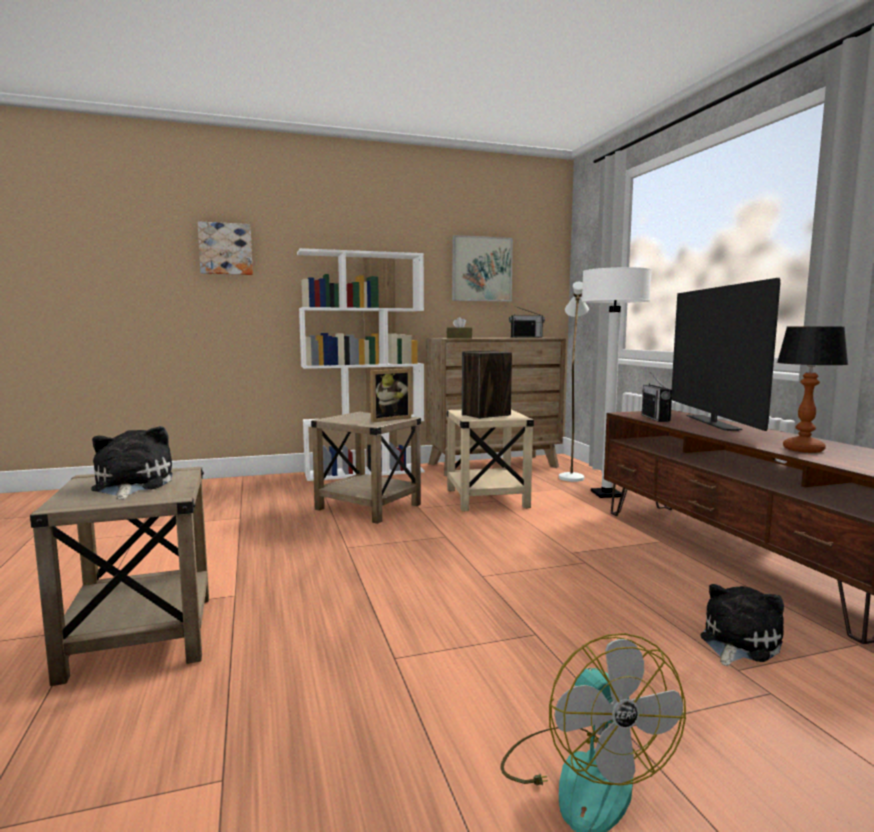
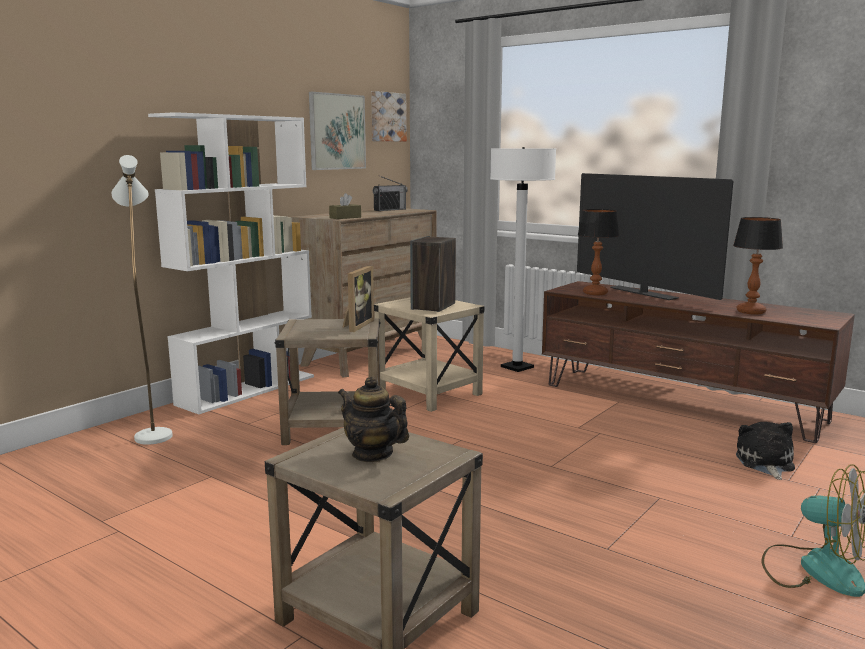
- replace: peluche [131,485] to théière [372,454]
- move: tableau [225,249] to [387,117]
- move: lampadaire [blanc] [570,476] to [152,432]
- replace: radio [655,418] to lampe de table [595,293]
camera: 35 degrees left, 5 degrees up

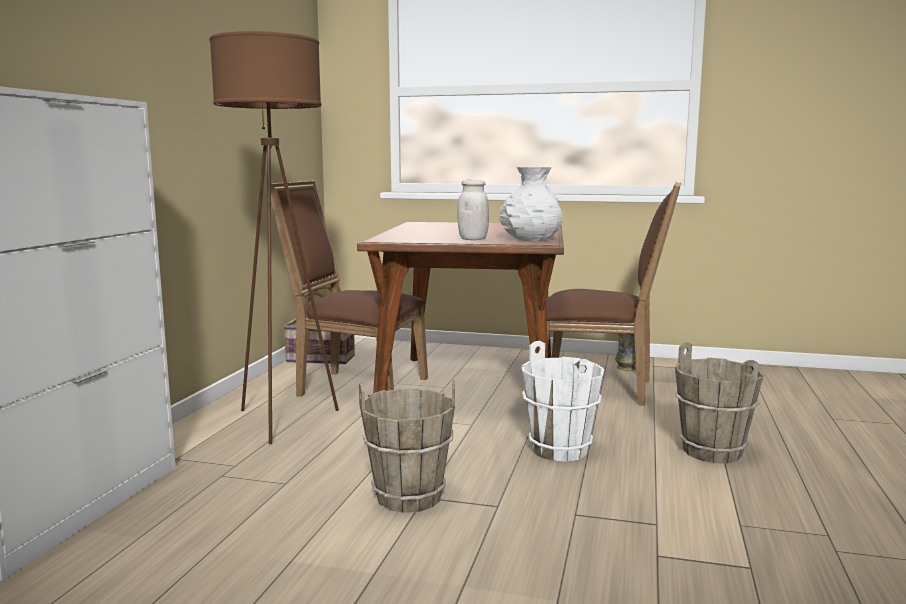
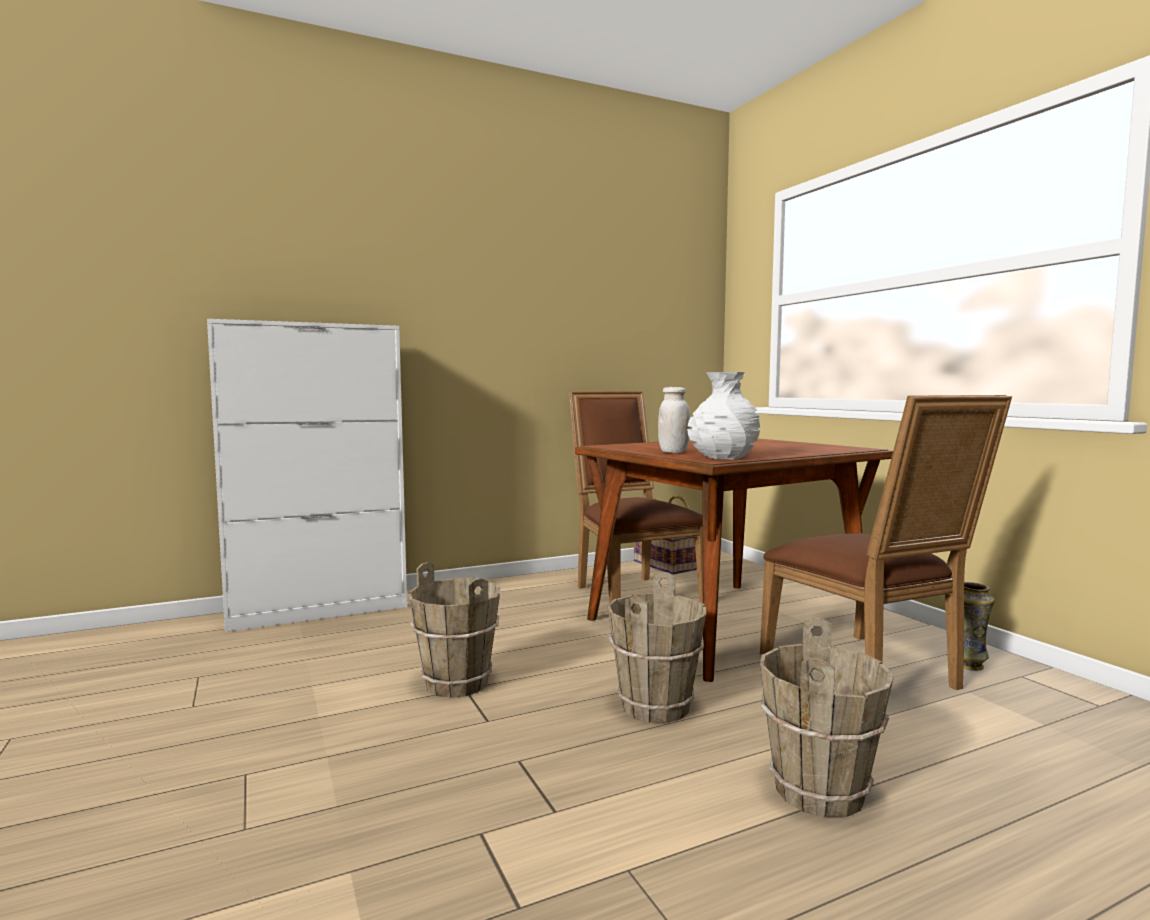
- delete: lampadaire [marron] [283,421]
- recolor: seau [blanc] [560,450] to seau [marron] [656,707]
camera: 50 degrees right, 5 degrees down

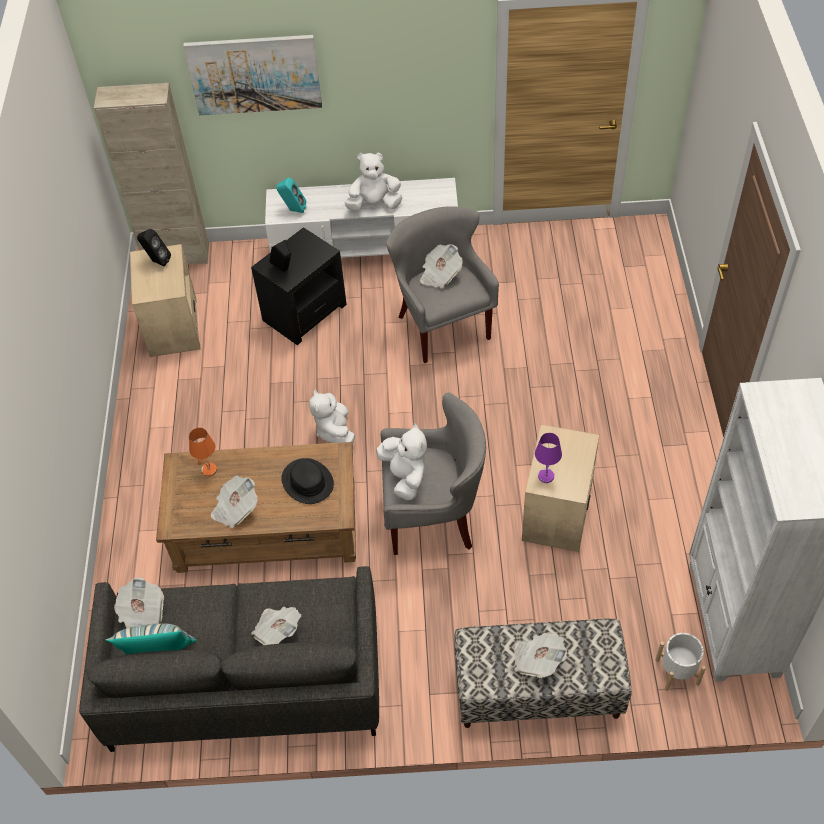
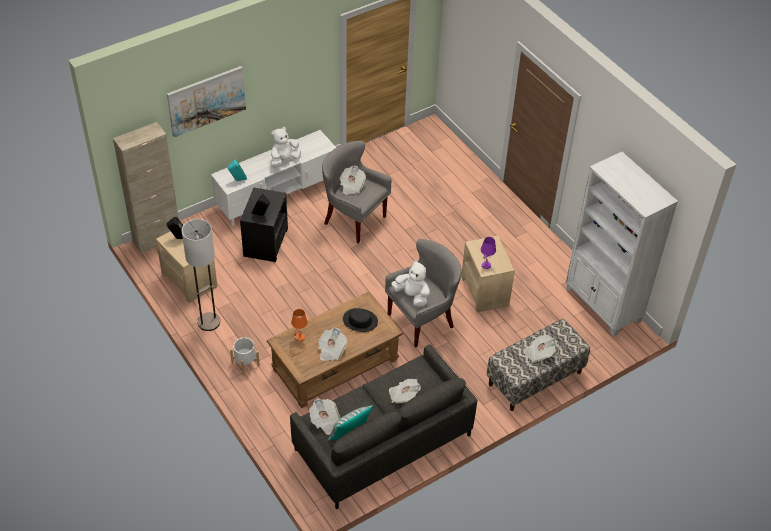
- delete: peluche [blanc] [335,431]
- move: cache-pot [blanc] [677,671] to [245,363]
- insert: lampadaire [209,322]
camera: 35 degrees left, 5 degrees down

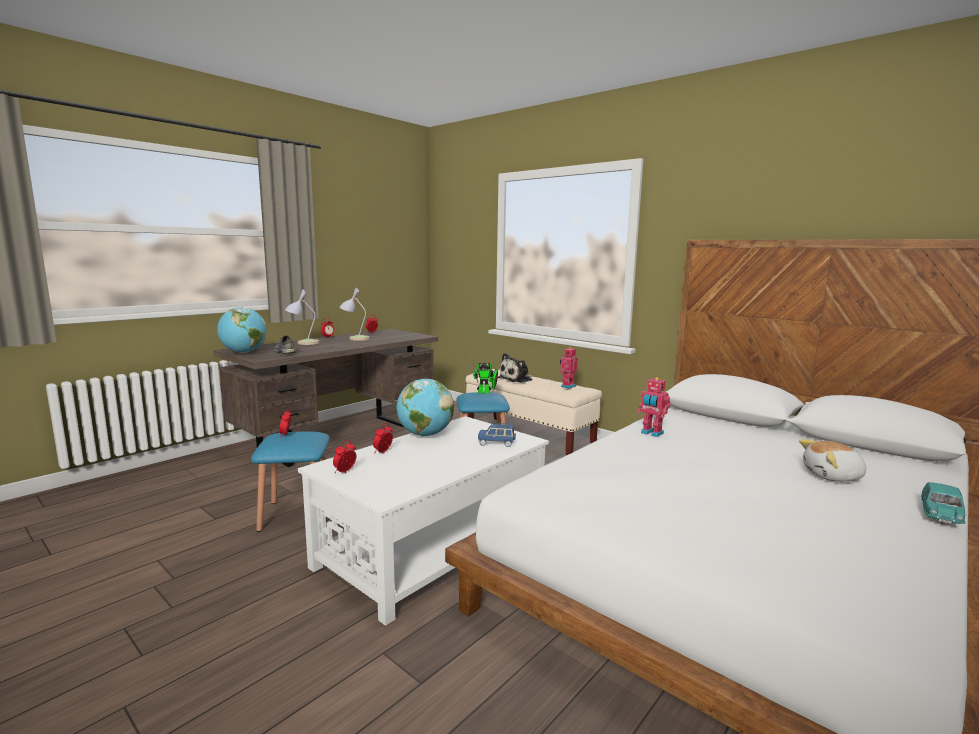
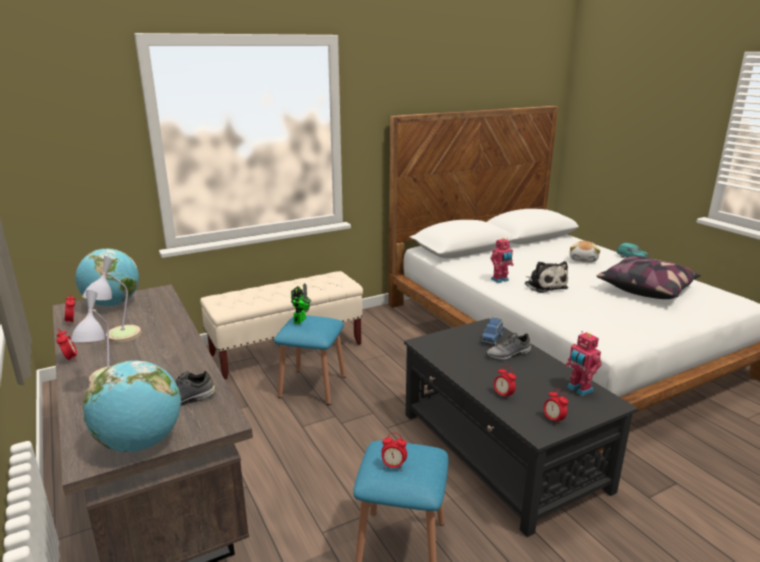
- recolor: table basse [blanc] [432,546] to table basse [noir] [501,451]
- move: globe [425,435] to [112,304]
- move: peluche [517,379] to [544,285]
- move: robot jouet [567,386] to [579,389]
- insert: chaussure [gris] [508,355]
- insert: coussin [646,289]
camera: 70 degrees left, 10 degrees up

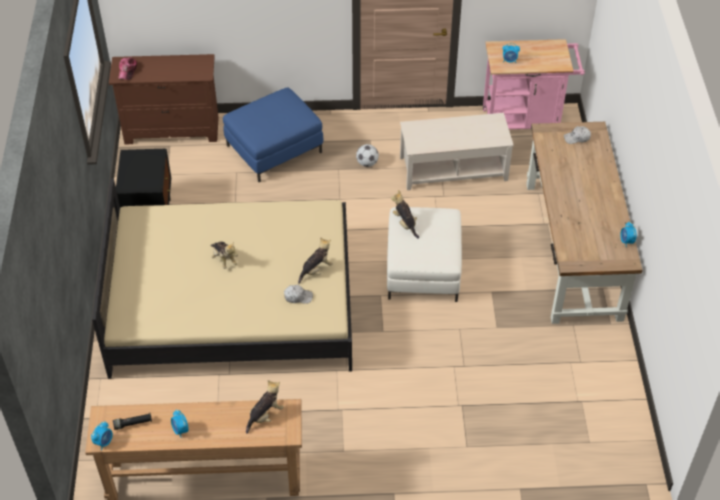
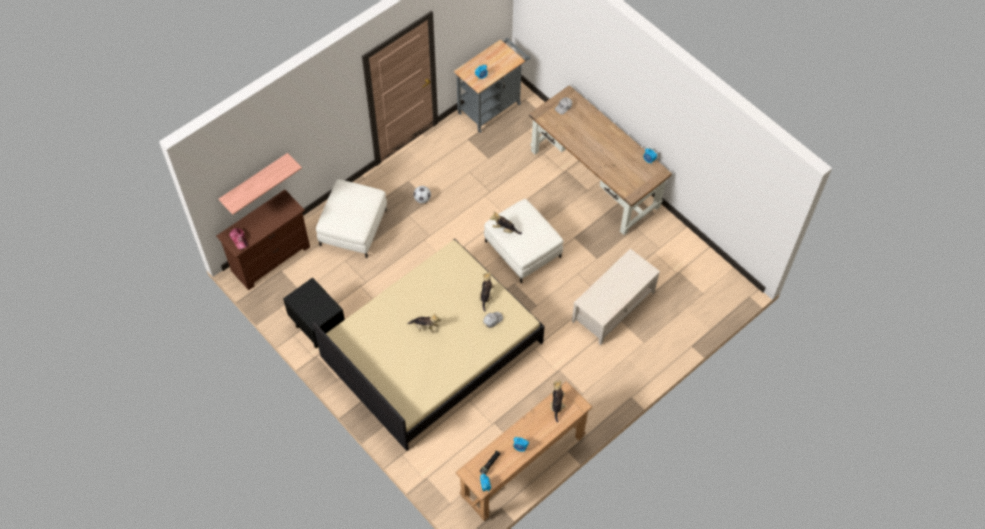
- recolor: pouf [bleu] [274,149] to pouf [blanc] [353,227]
- move: table basse [beige] [453,168] to [613,306]
- recolor: chariot [rose] [525,122] to chariot [gris] [492,106]
- insert: étagère [254,181]
camera: 40 degrees left, 10 degrees up

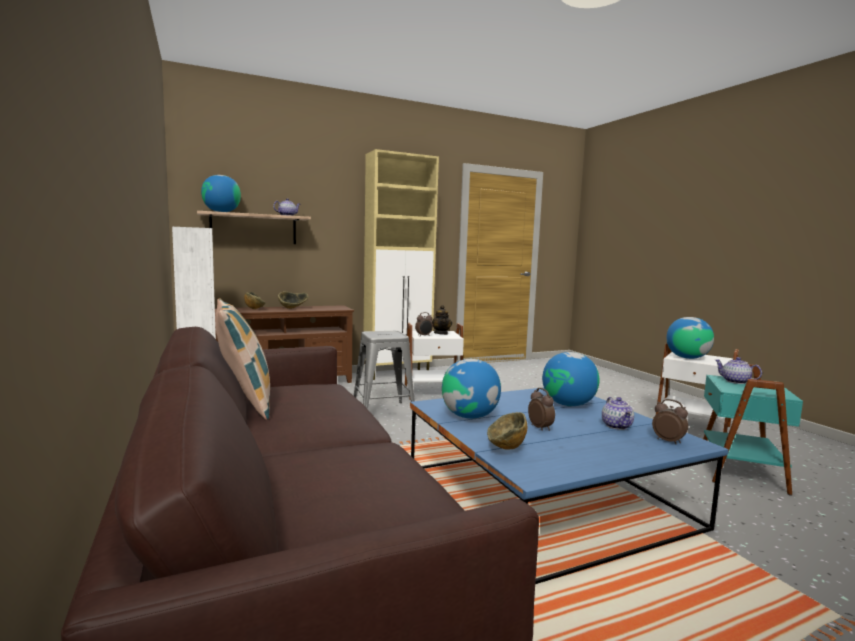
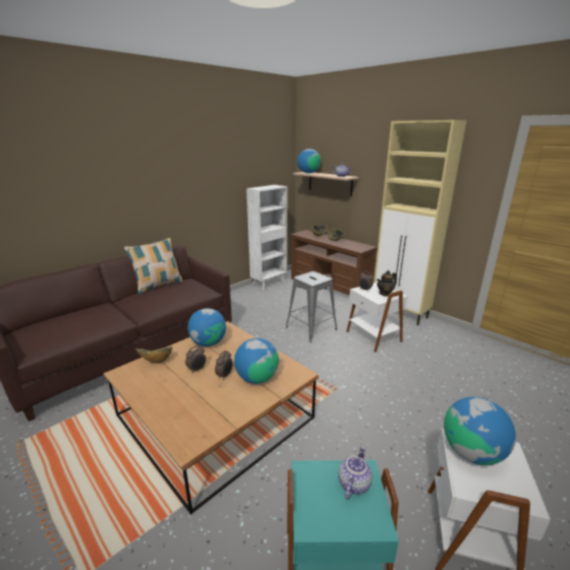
- recolor: table basse [bleu] [546,497] to table basse [marron] [215,416]
- delete: théière [617,426]
- move: réveil [668,441] to [225,375]
camera: 70 degrees right, 15 degrees up

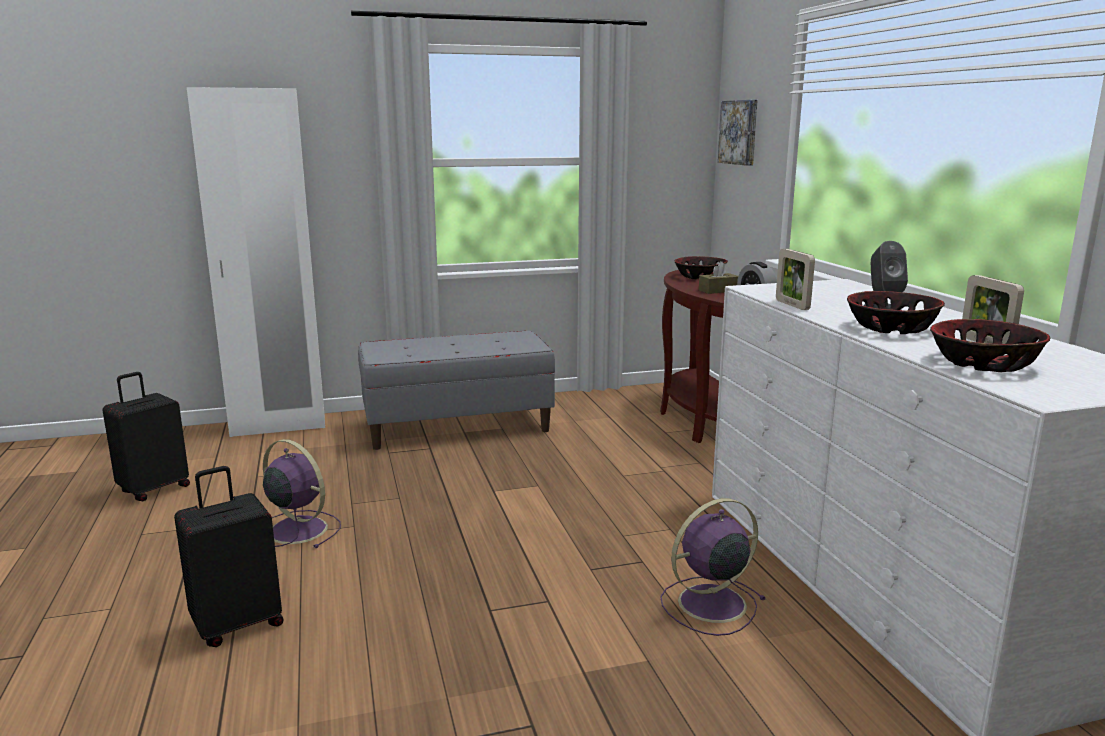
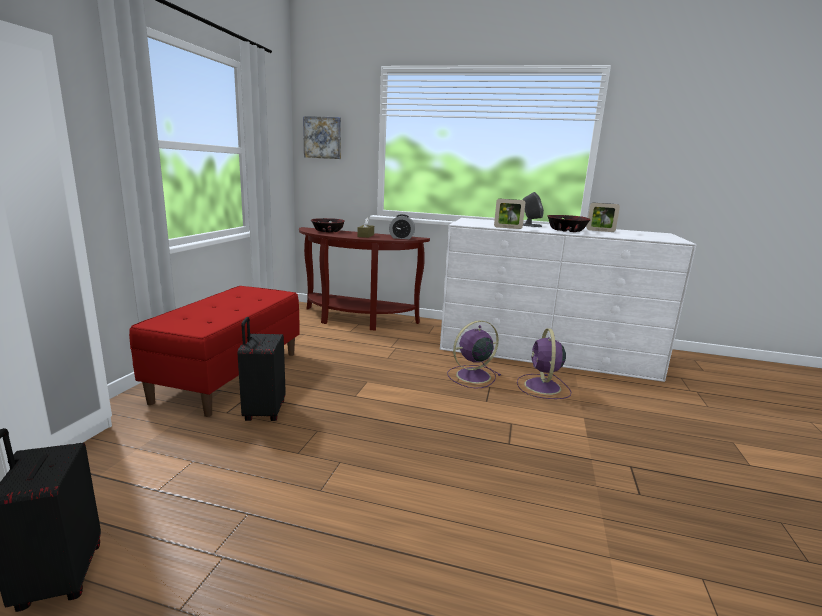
- move: valise [noir] [237,624] to [263,412]
- move: ventilateur [violet] [296,529] to [472,376]
- recolor: banc [gris] [457,427] to banc [rouge] [229,375]
- delete: bol [983,364]
camera: 60 degrees left, 0 degrees up

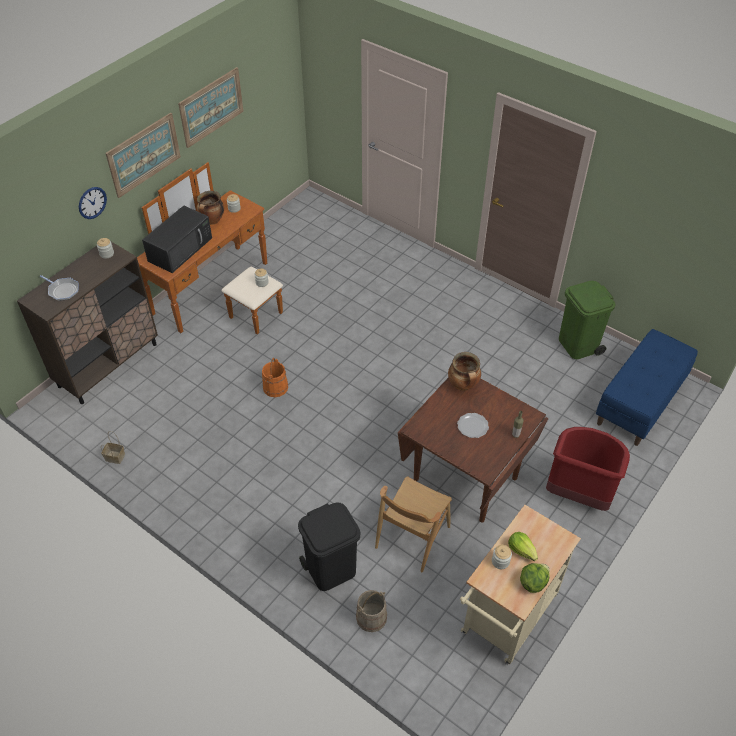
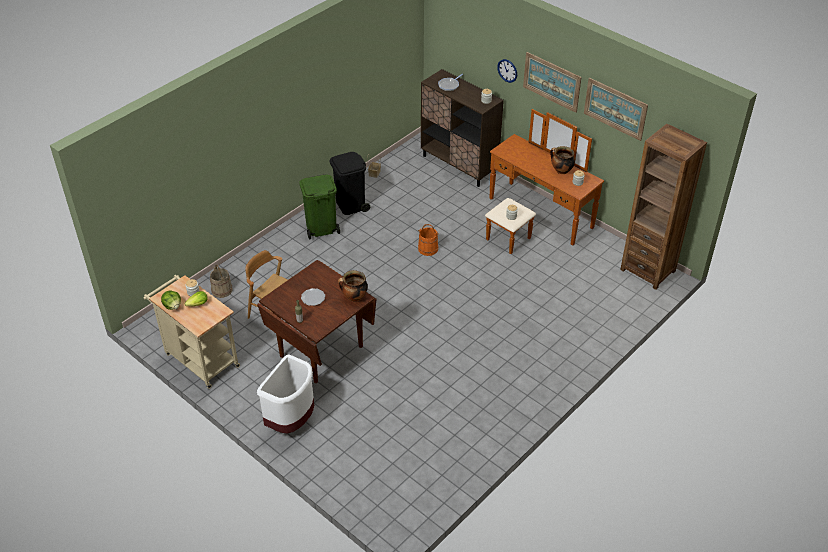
- delete: micro-ondes [noir] [180,248]
- move: poubelle [noir] [331,569] to [351,205]
- recolor: poubelle [rouge] [577,494] to poubelle [blanc] [292,420]
- move: poubelle [vert] [578,345] to [321,228]
- delete: banc [bleu] [640,403]
- insert: bibliothèque [marron] [648,270]
camera: 95 degrees right, 5 degrees down

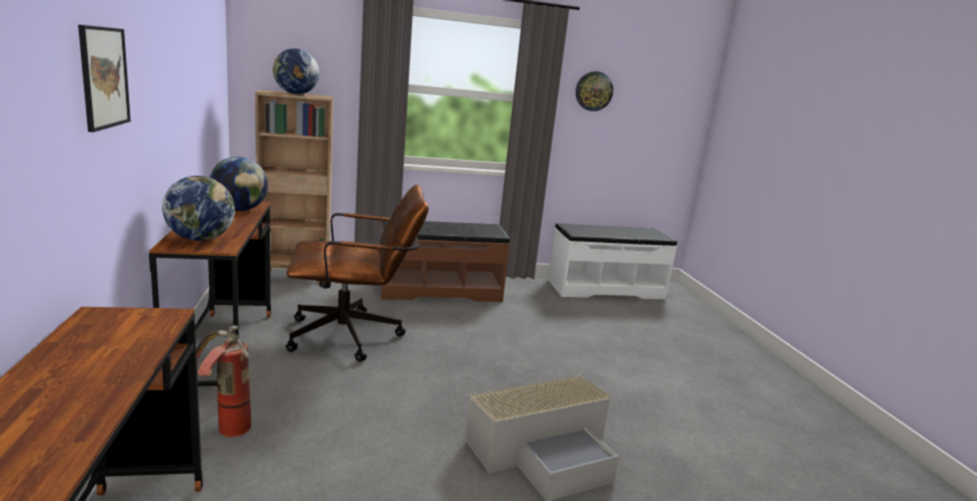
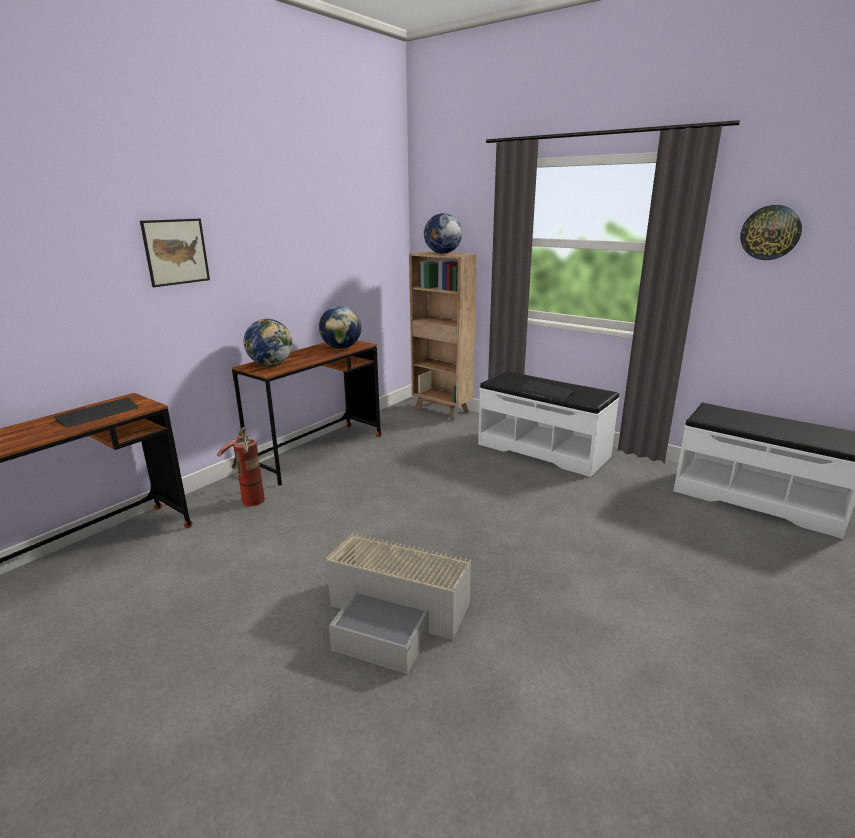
- delete: chaise de bureau [marron] [355,336]
- recolor: banc [marron] [440,290] to banc [blanc] [543,450]
- insert: clavier [98,414]
camera: 50 degrees right, 5 degrees up

